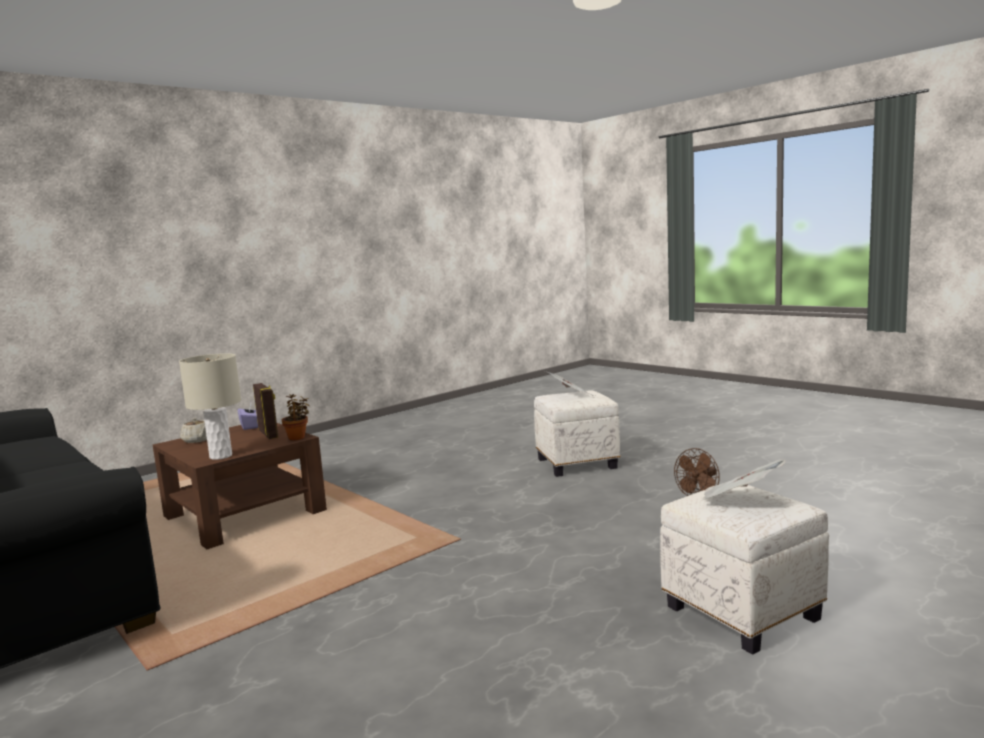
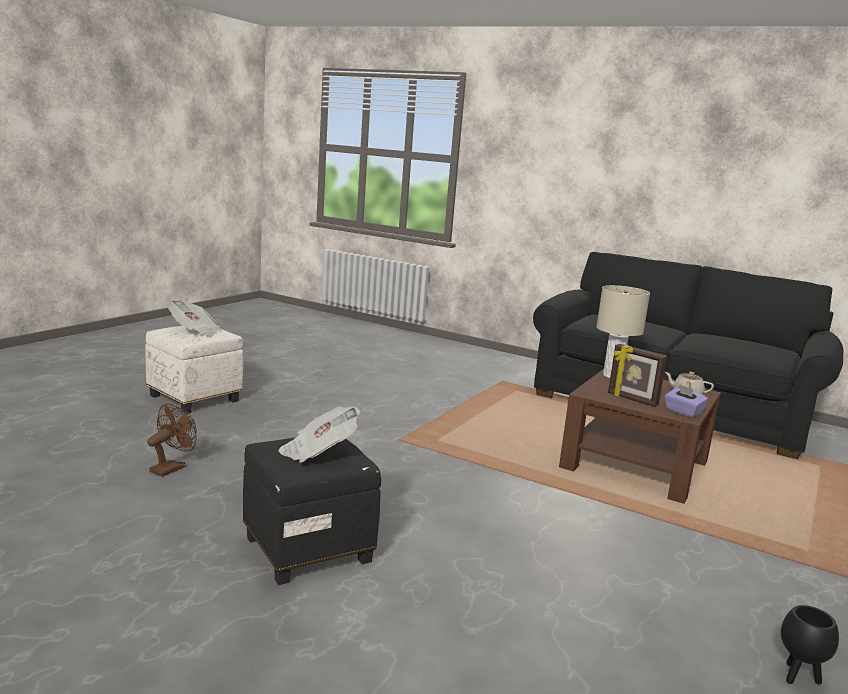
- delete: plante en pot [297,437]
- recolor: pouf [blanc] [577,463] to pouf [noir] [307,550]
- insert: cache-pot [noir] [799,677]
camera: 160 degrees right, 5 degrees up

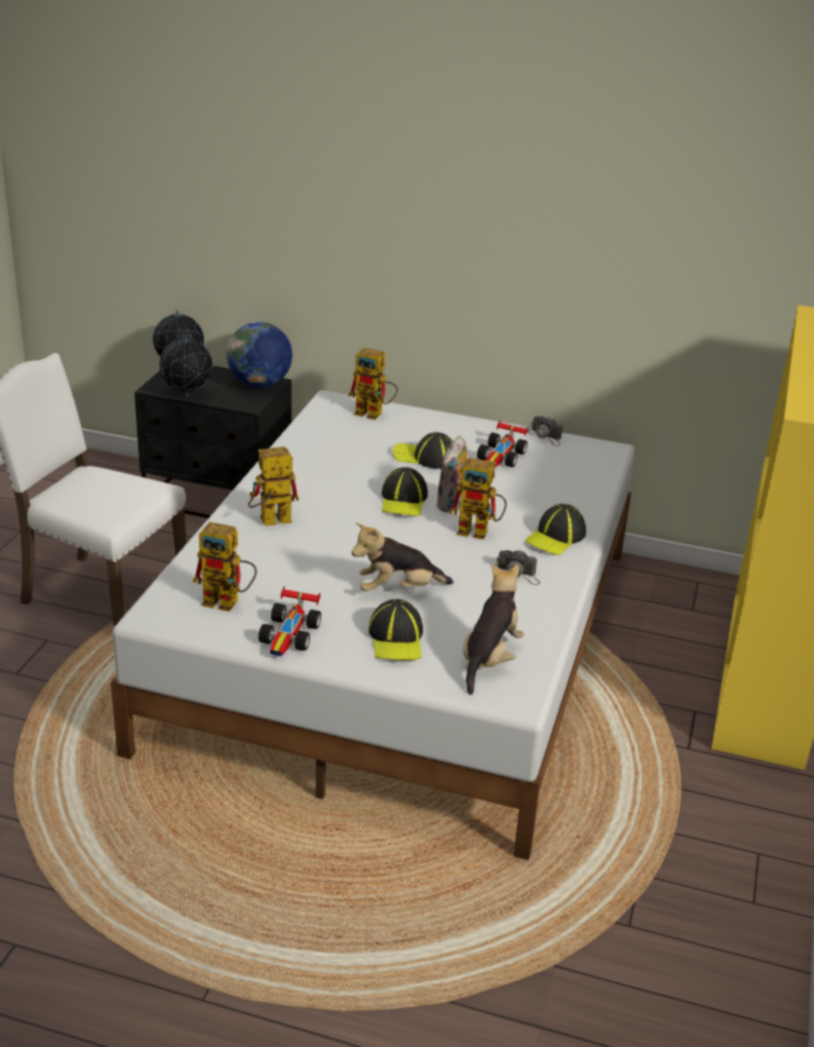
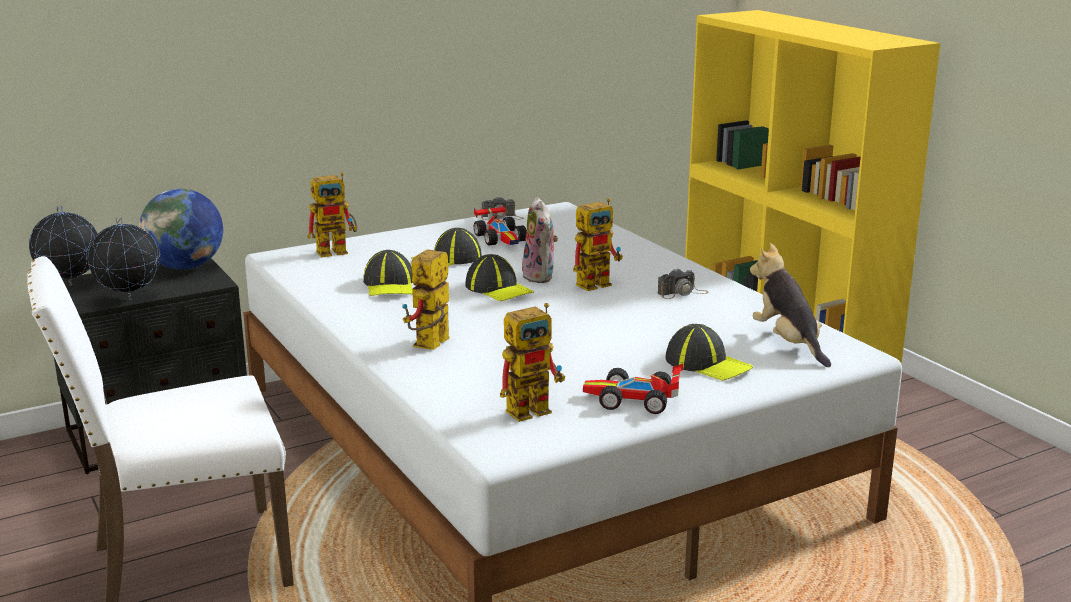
- rotate: petite voiture [291,634] = [634,400] 135 degrees clockwise
- delete: peluche [398,590]
- move: casquette [556,537] to [390,285]
camera: 45 degrees left, 10 degrees down

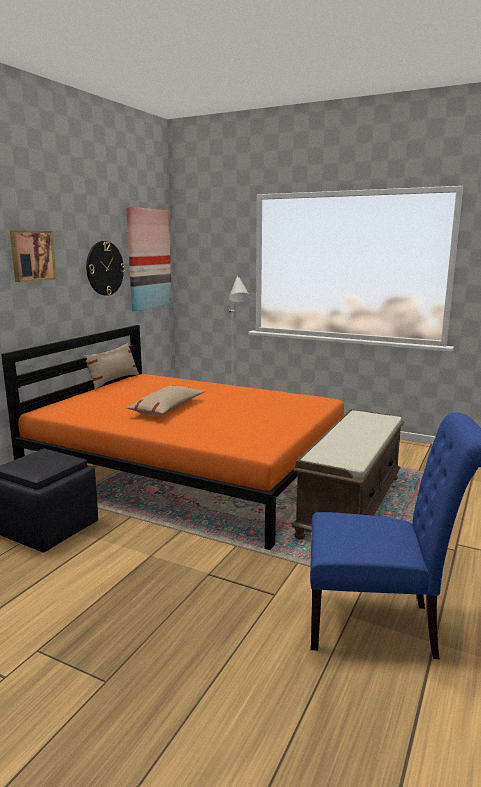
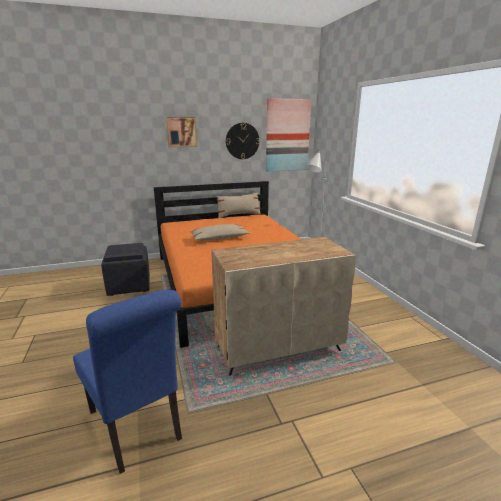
- replace: banc [marron] [350,504] to meuble de rangement [beige] [279,348]
camera: 45 degrees right, 5 degrees up

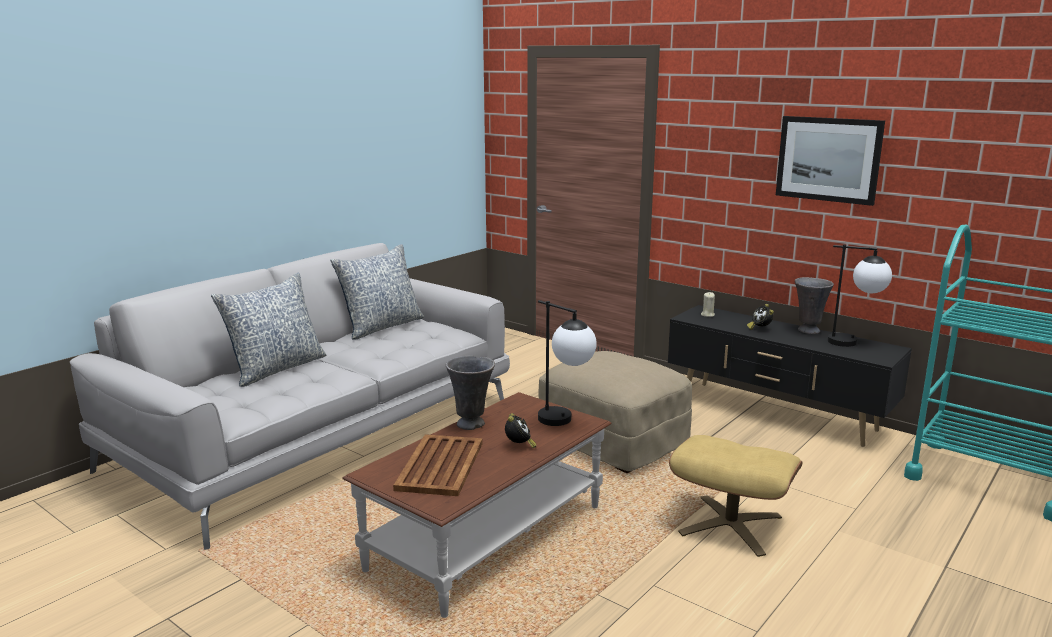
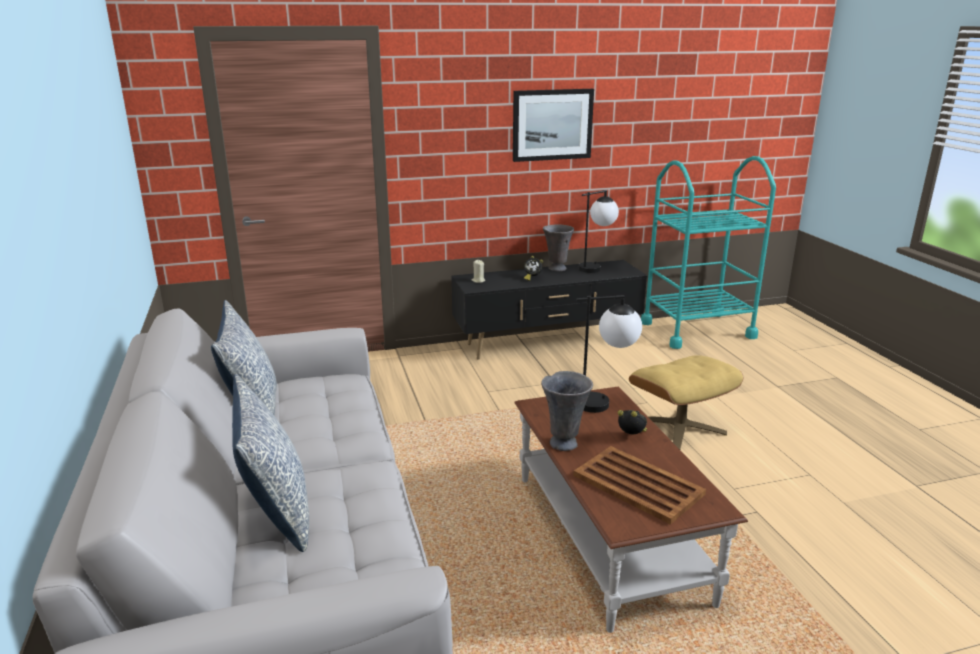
- delete: pouf [beige] [614,442]
camera: 55 degrees left, 5 degrees up

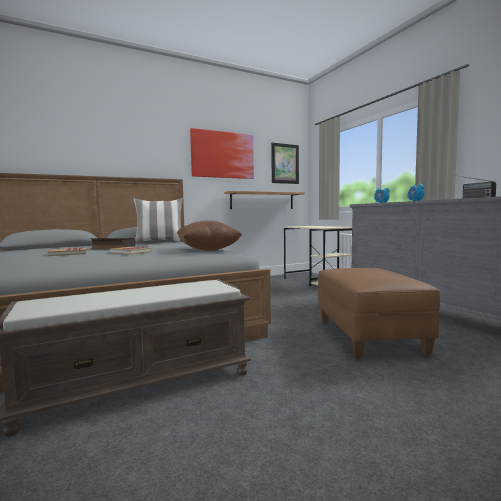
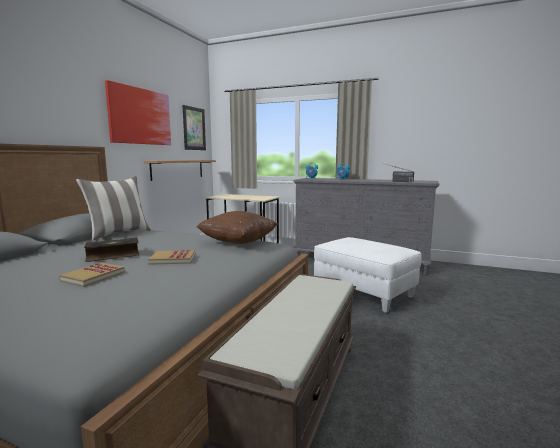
- recolor: pouf [marron] [369,337] to pouf [blanc] [364,293]
camera: 40 degrees left, 5 degrees up

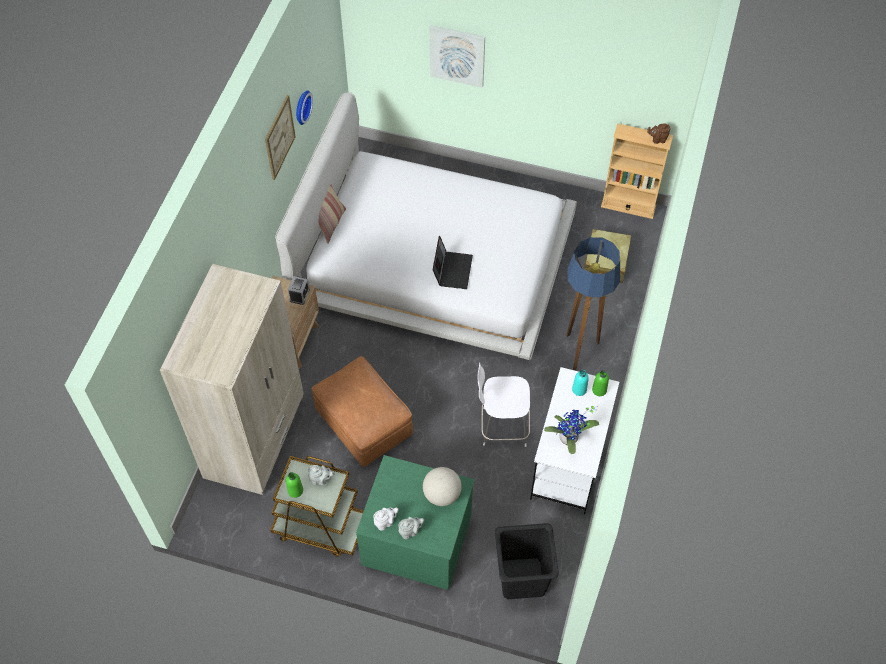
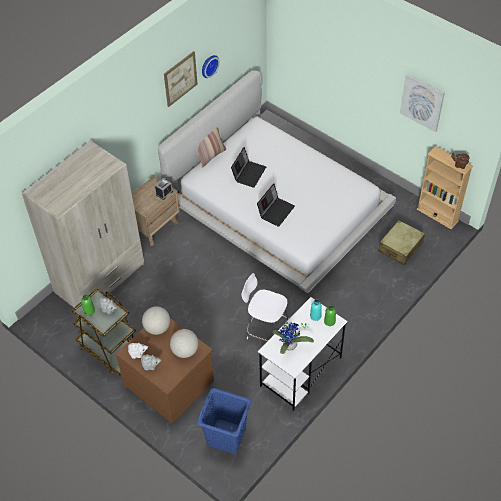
- delete: pouf [marron] [363,424]
- recolor: commode [vert] [417,538] to commode [marron] [169,382]
- move: tableau [457,55] to [422,102]
- recolor: panier à linge [noir] [521,577] to panier à linge [bleu] [226,435]
- delete: lampadaire [579,352]
- insert: globe [157,328]
- insert: ordinateur portable [249,173]
camera: 25 degrees right, 5 degrees down

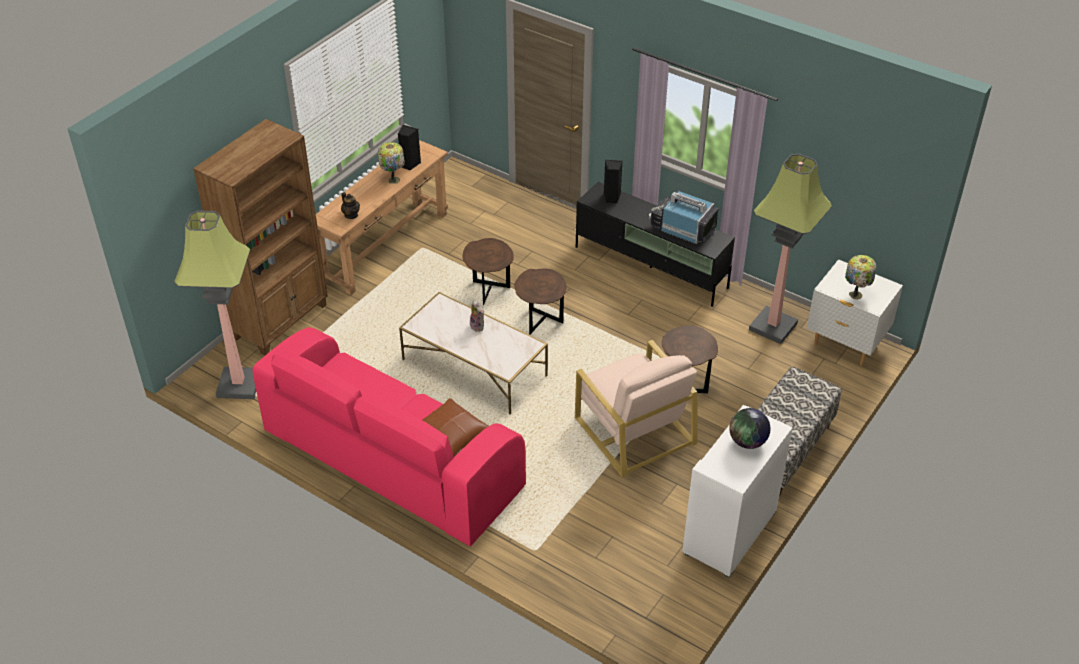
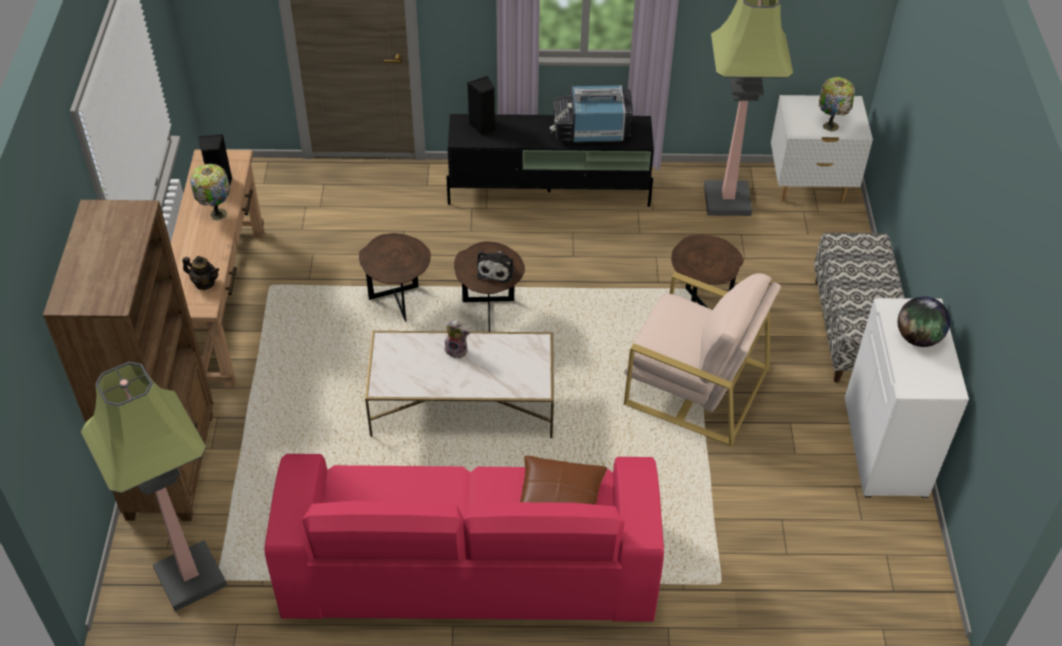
- insert: peluche [496,270]
camera: 35 degrees left, 5 degrees up

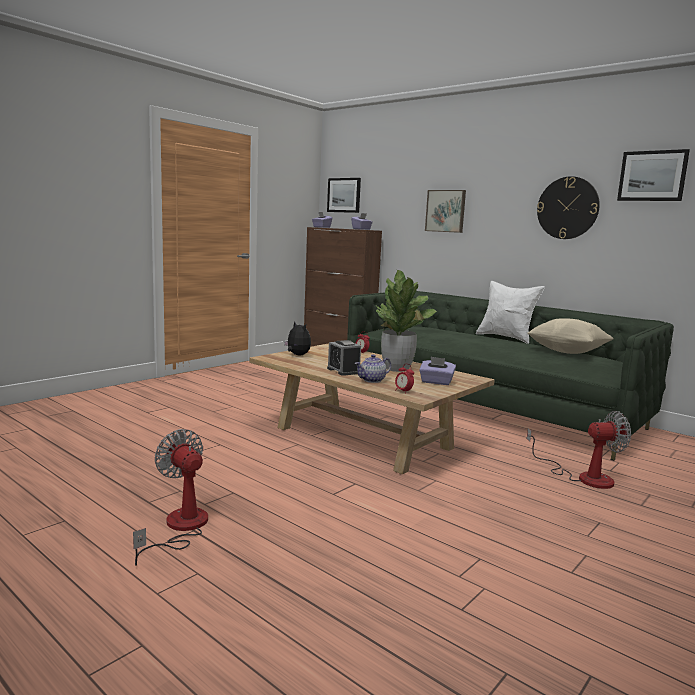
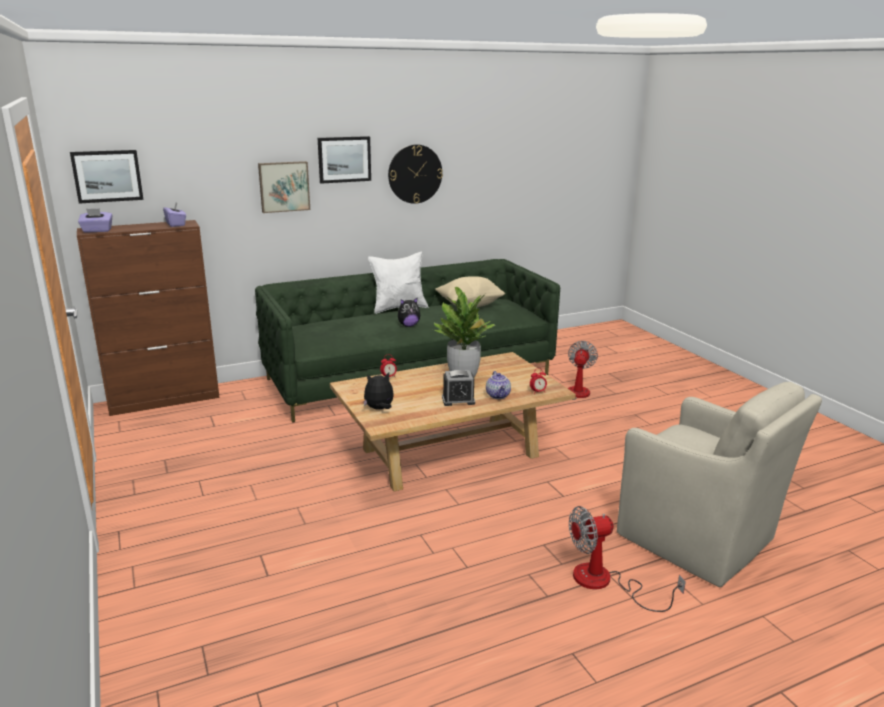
- delete: boîte à mouchoirs [violet] [436,382]
- move: tableau [652,176] to [344,159]
- insert: peluche [408,325]
- insert: fauteuil [beige] [699,540]
camera: 65 degrees left, 10 degrees up

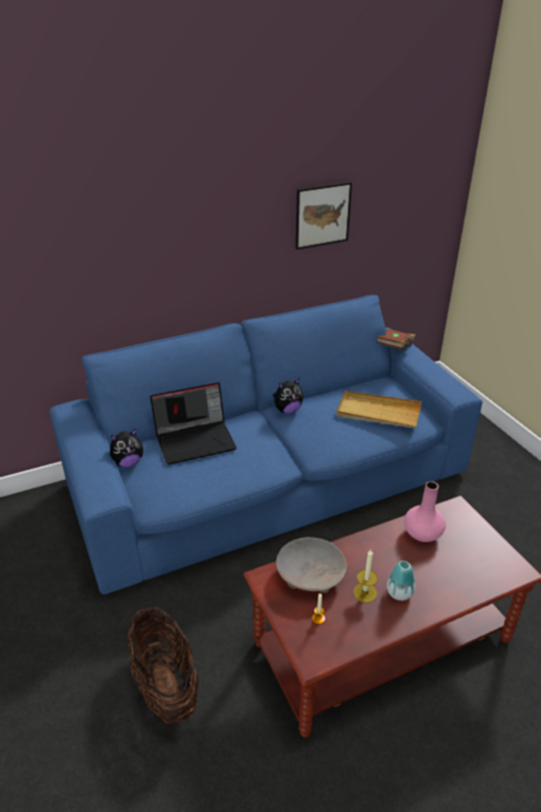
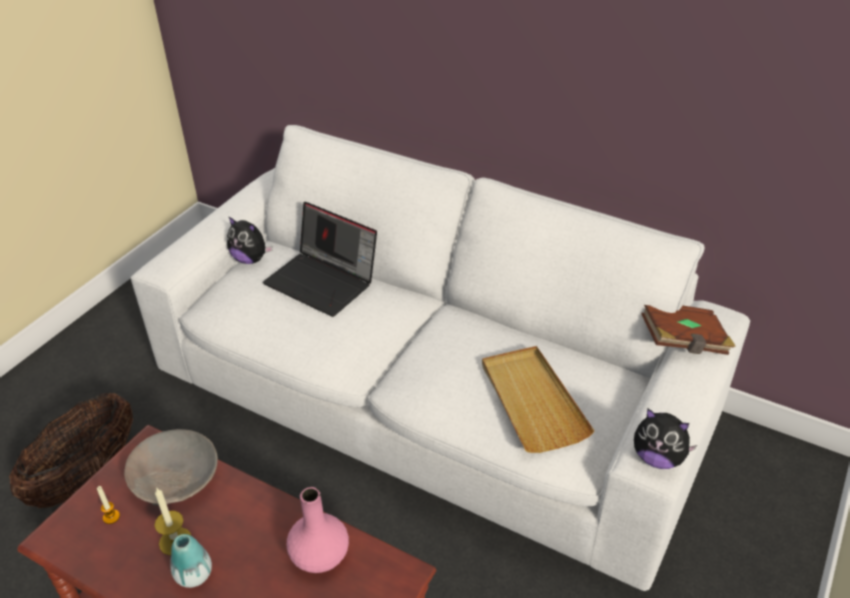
- recolor: canapé [bleu] [269,481] to canapé [blanc] [427,397]
- move: peluche [287,410] to [658,458]
- delete: tableau [322,215]
camera: 55 degrees right, 5 degrees up

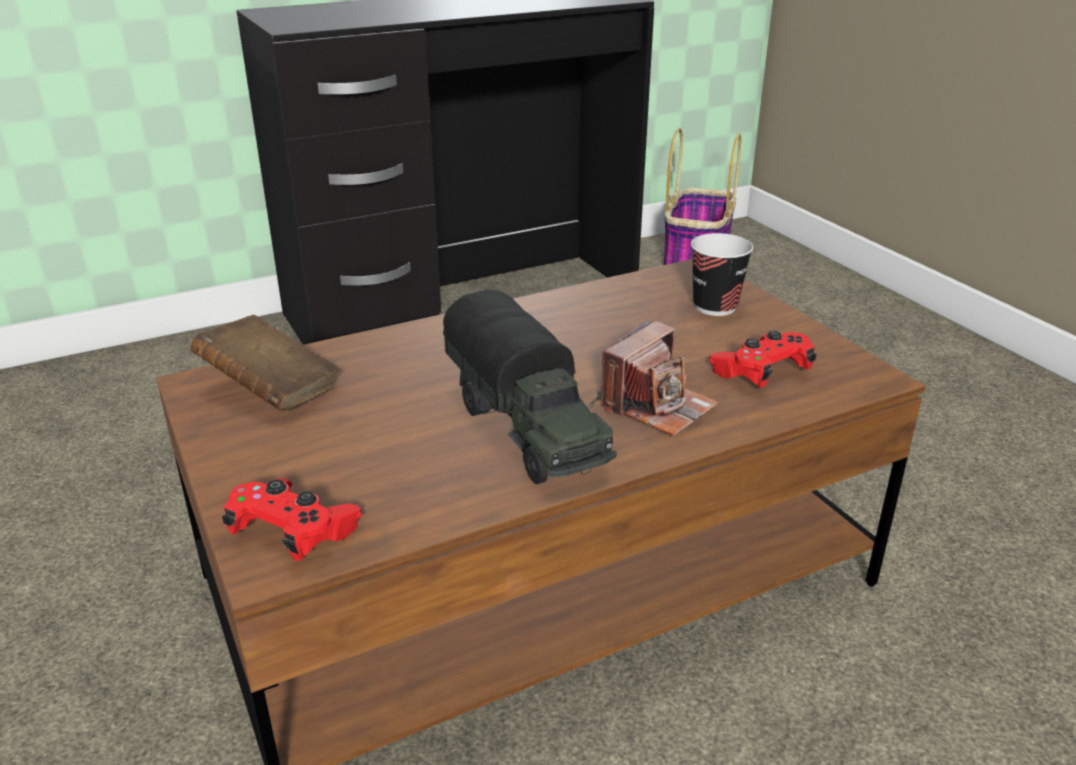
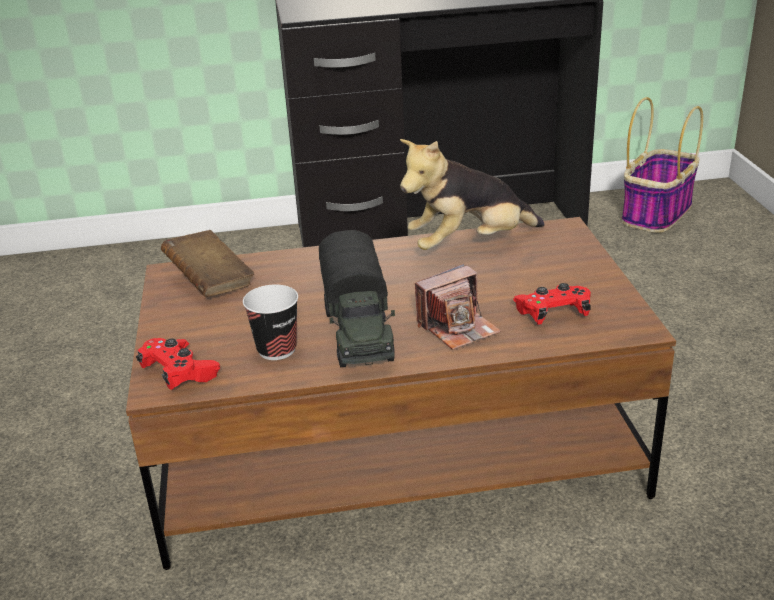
- move: tasse [715,306] to [277,349]
- insert: peluche [469,245]
camera: 20 degrees right, 0 degrees up

